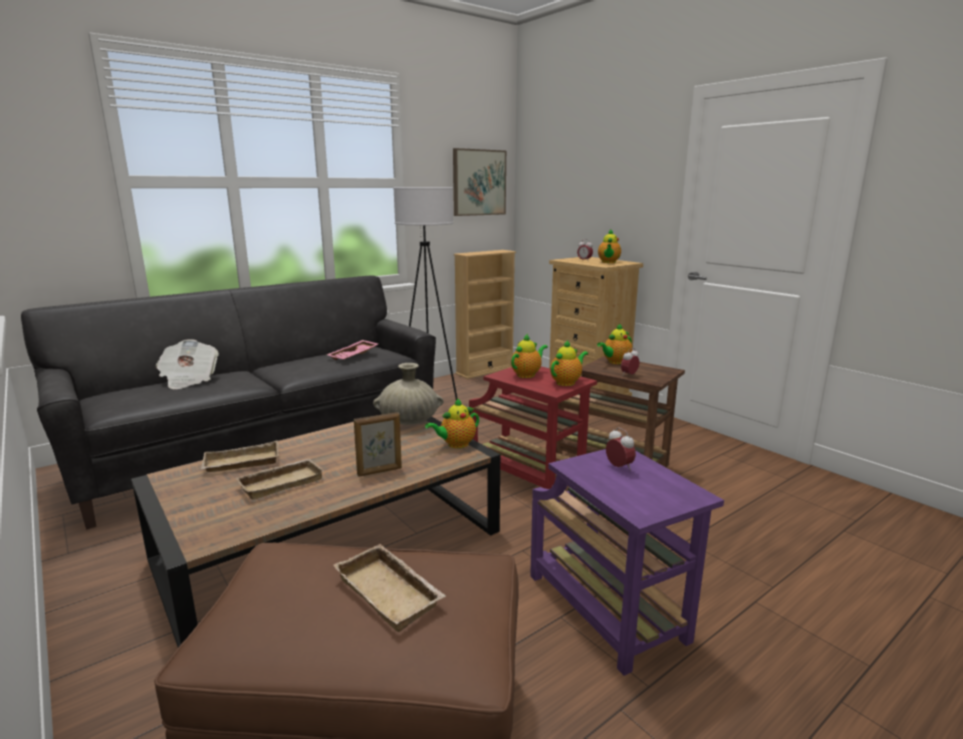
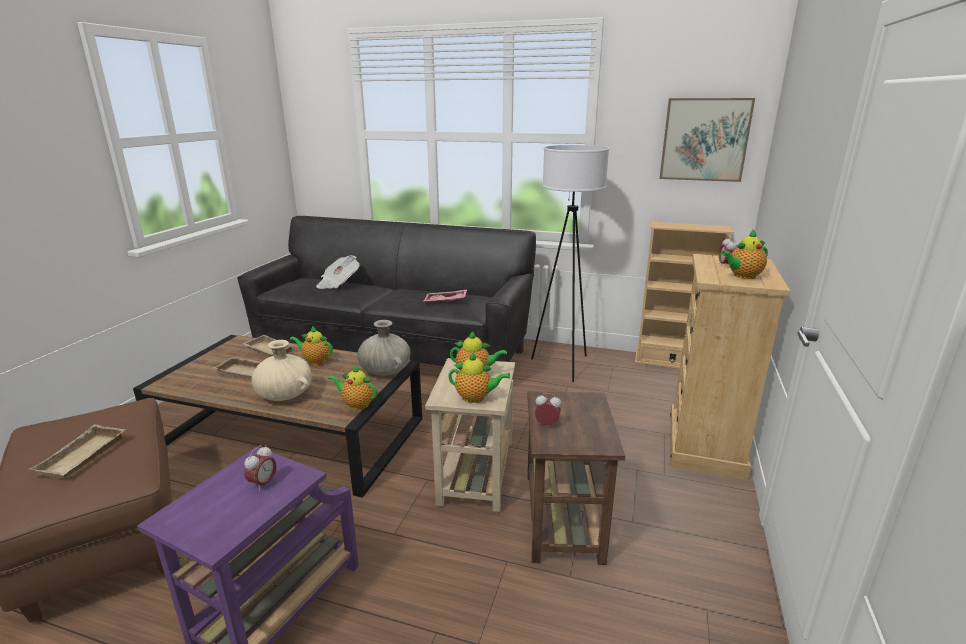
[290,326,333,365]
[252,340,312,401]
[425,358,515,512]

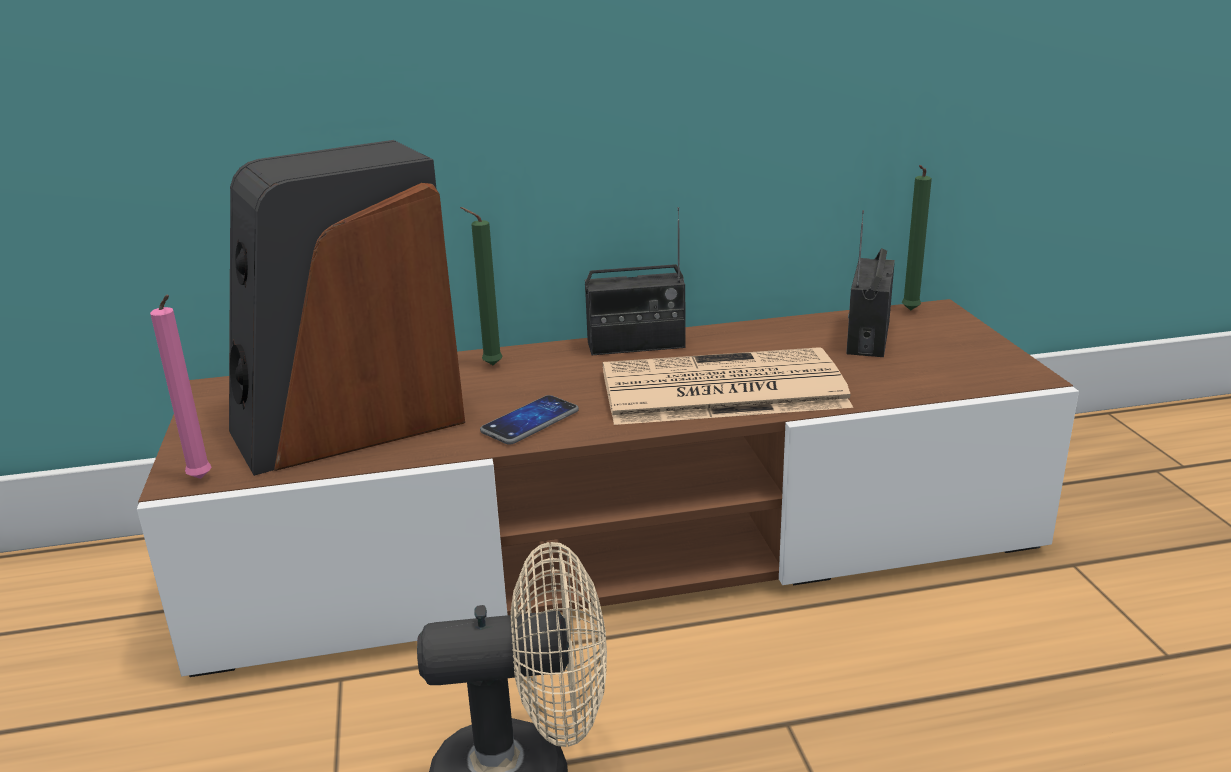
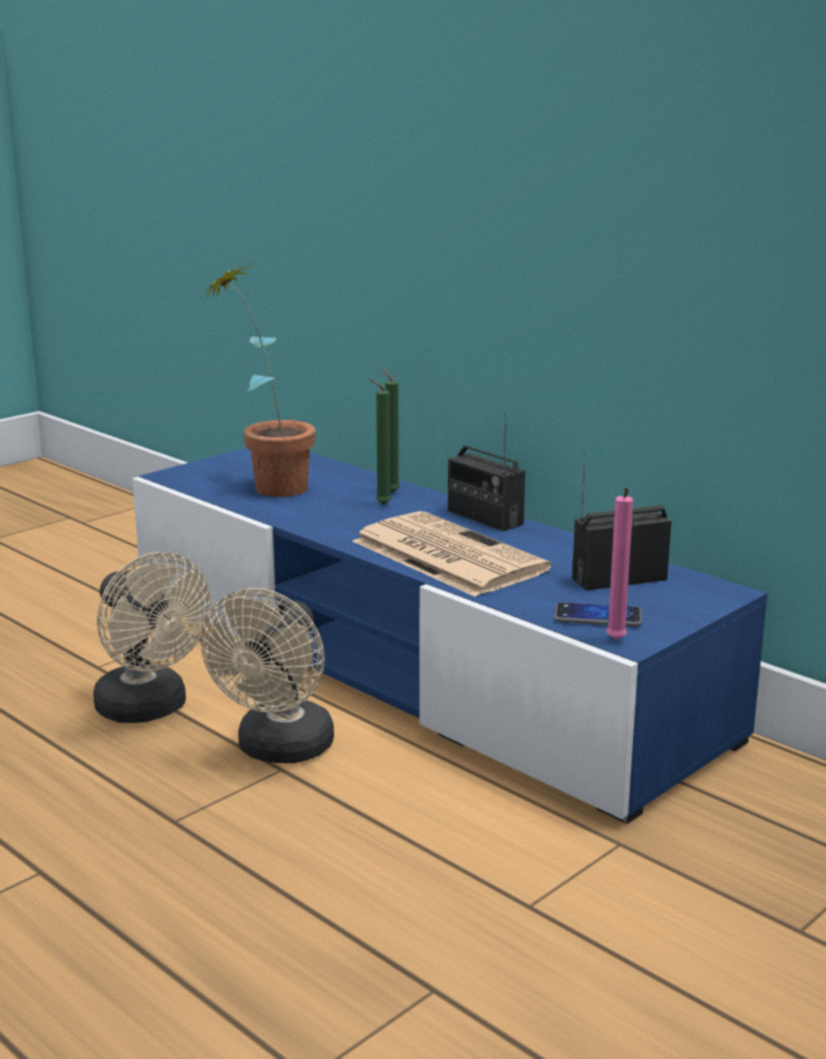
[201,588,334,763]
[606,487,633,640]
[554,602,642,626]
[369,379,392,505]
[198,263,316,497]
[132,448,767,824]

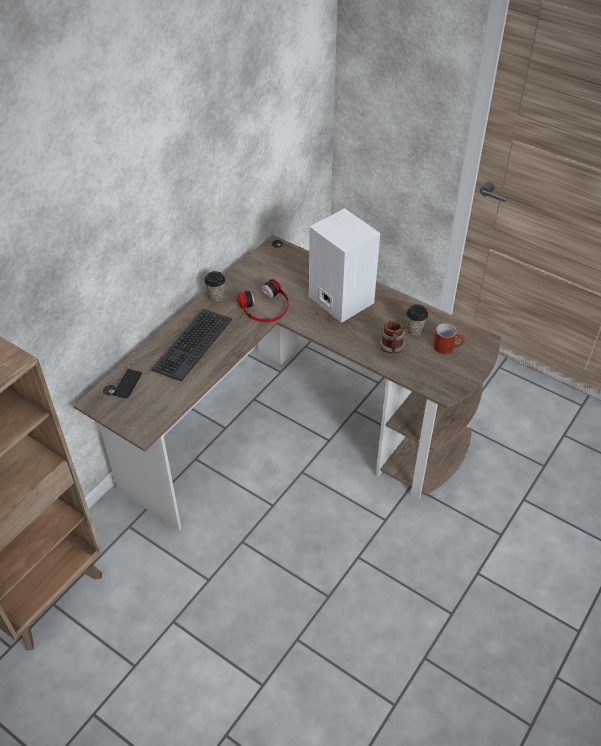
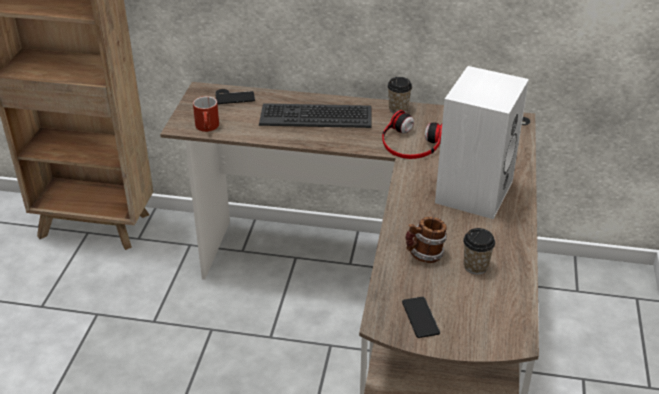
[402,297,440,338]
[193,96,219,132]

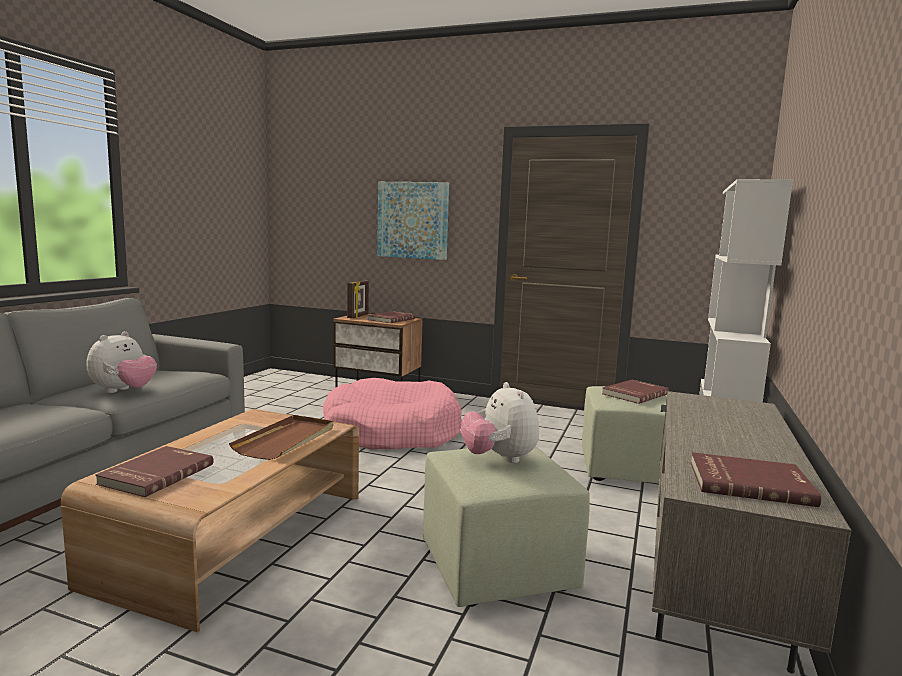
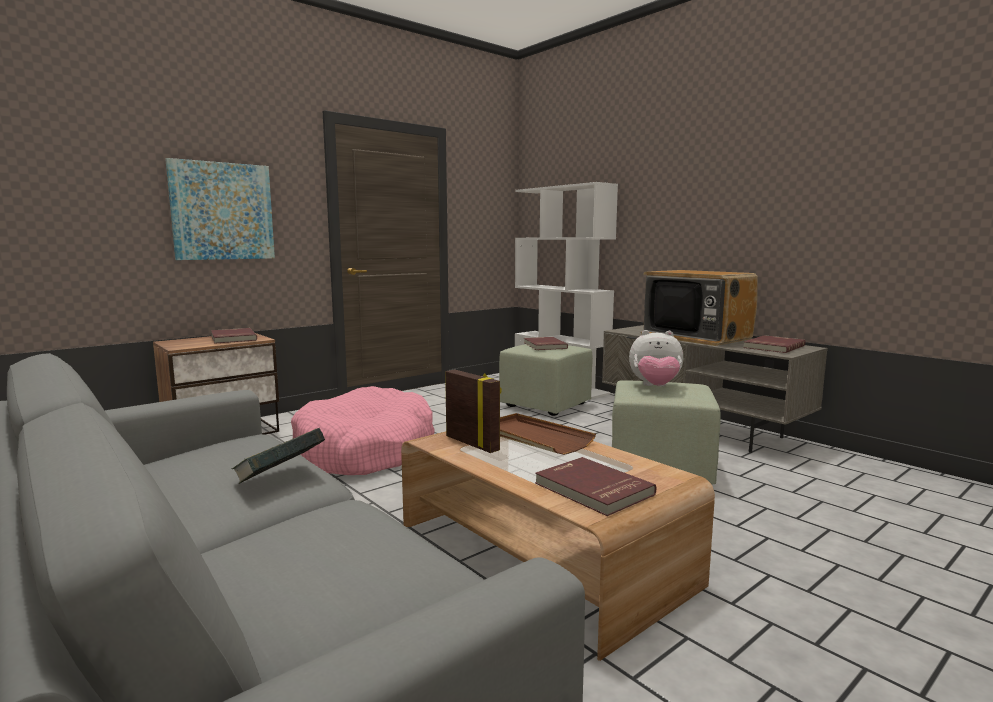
[641,270,758,346]
[445,370,502,453]
[232,428,325,484]

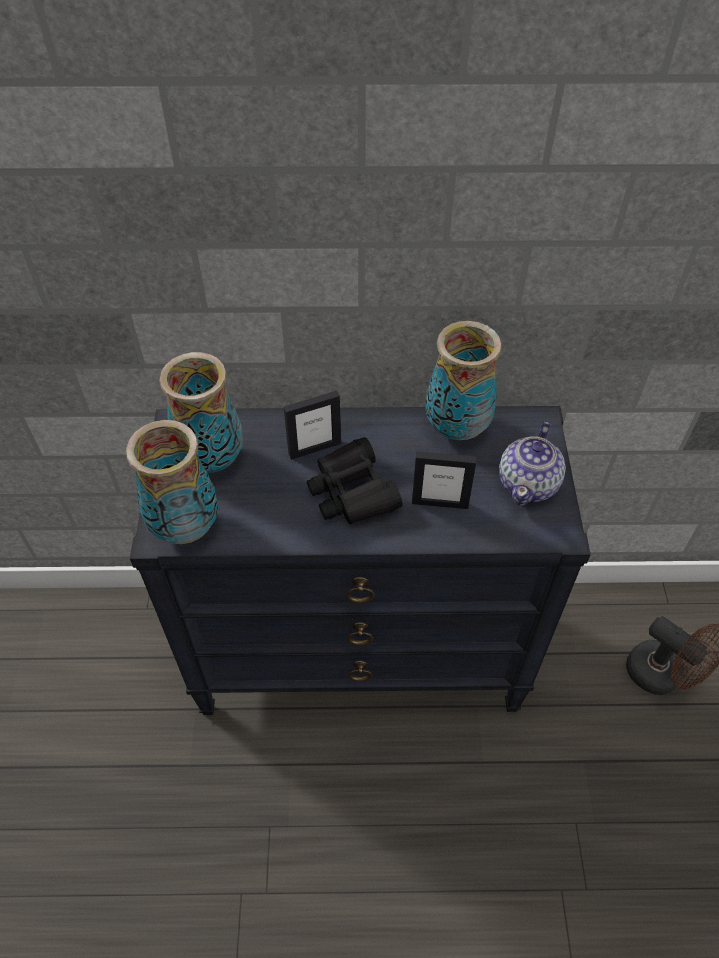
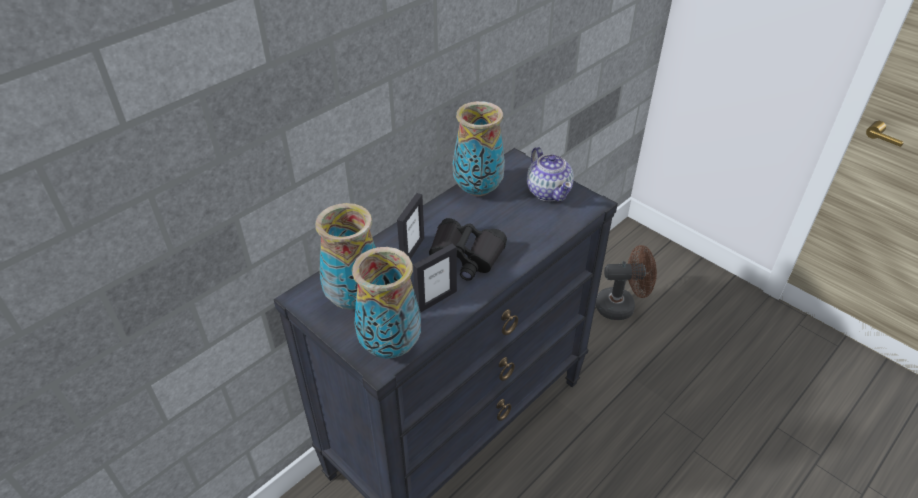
[413,244,457,313]

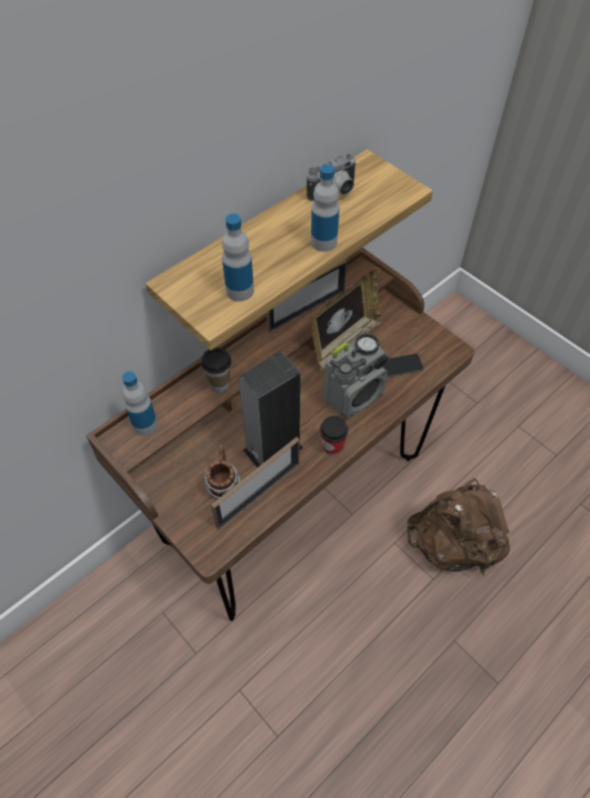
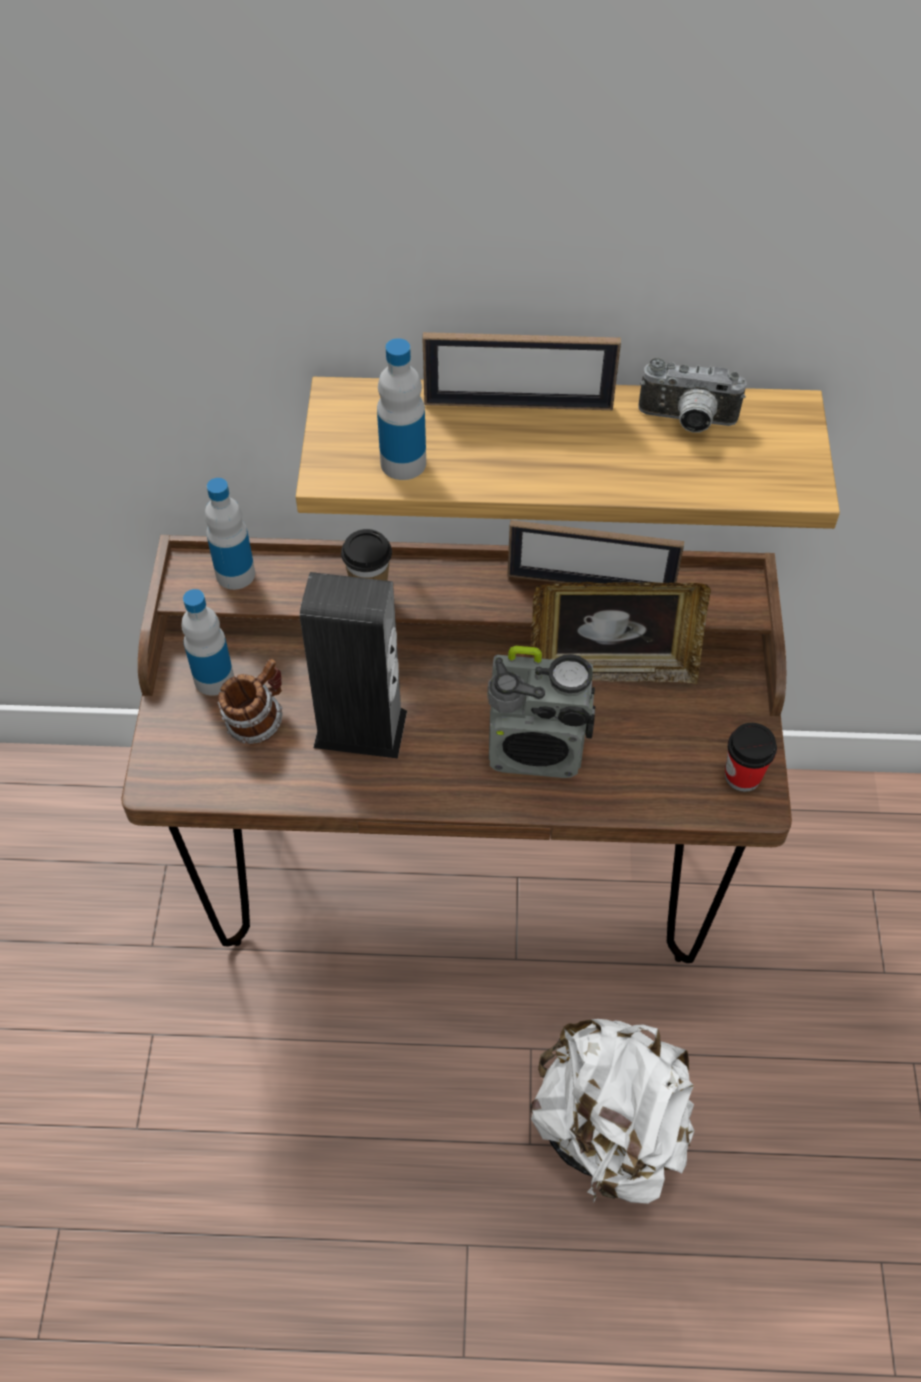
[384,354,424,377] (first image)
[422,332,621,410]
[181,589,234,696]
[725,723,777,792]
[530,1019,694,1204]

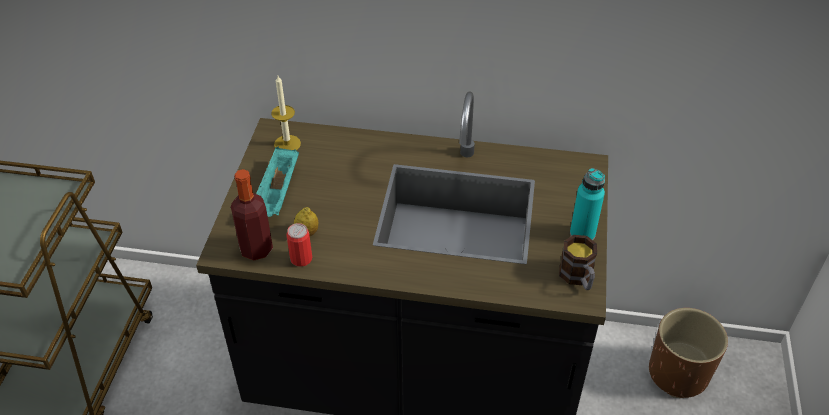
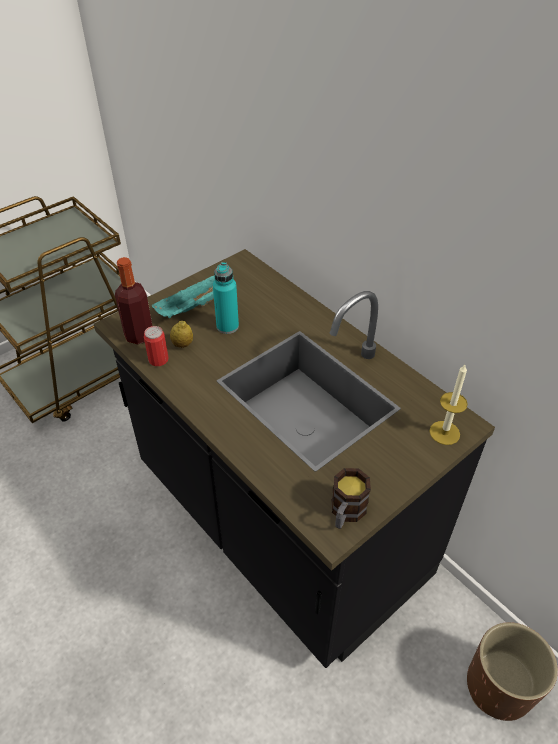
[429,365,468,445]
[213,262,239,334]

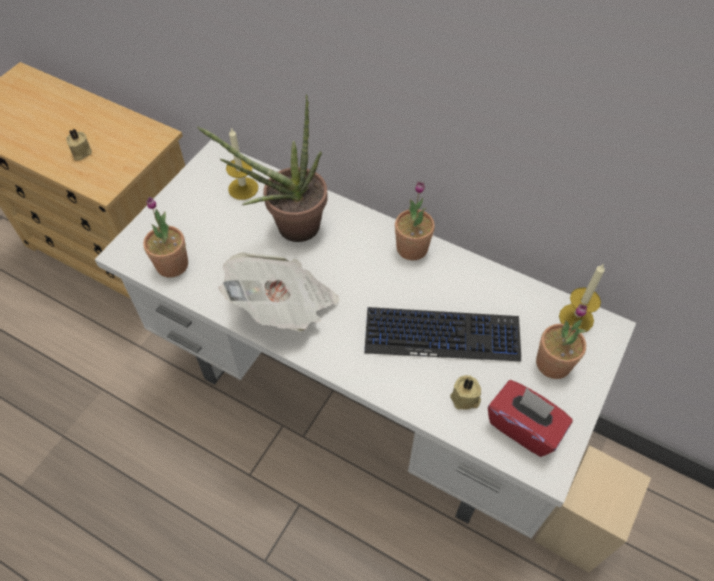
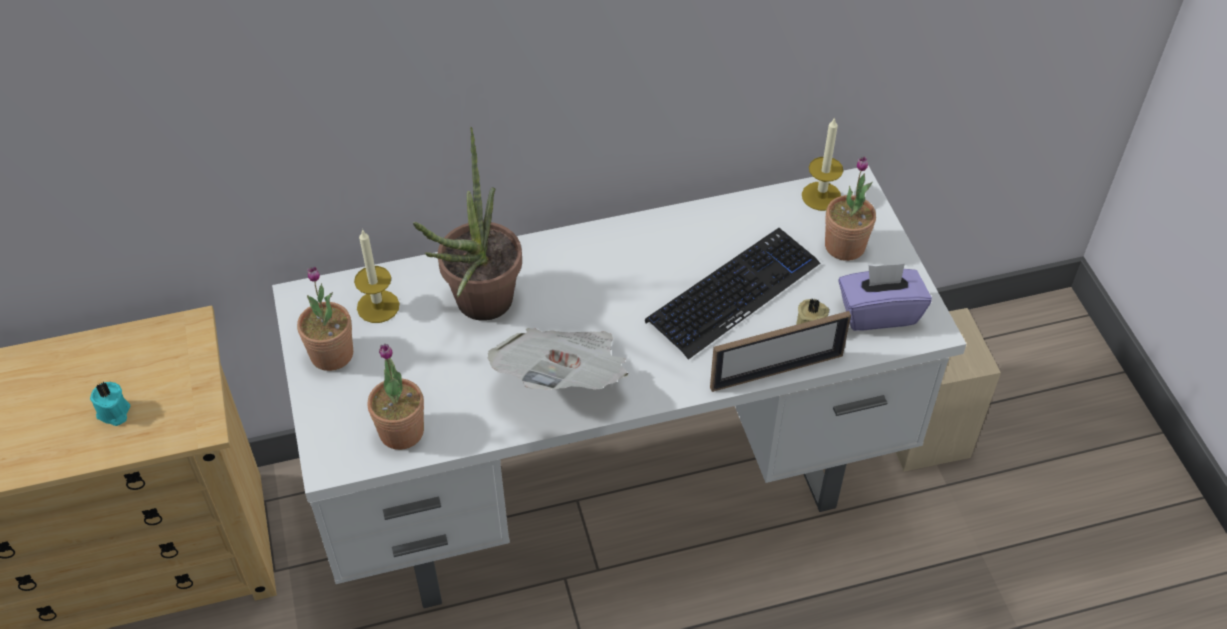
[710,311,851,392]
[297,266,353,371]
[90,381,130,426]
[838,264,932,331]

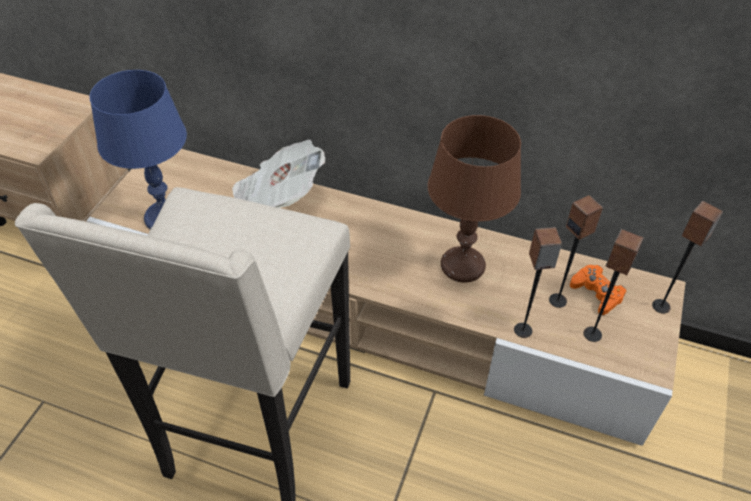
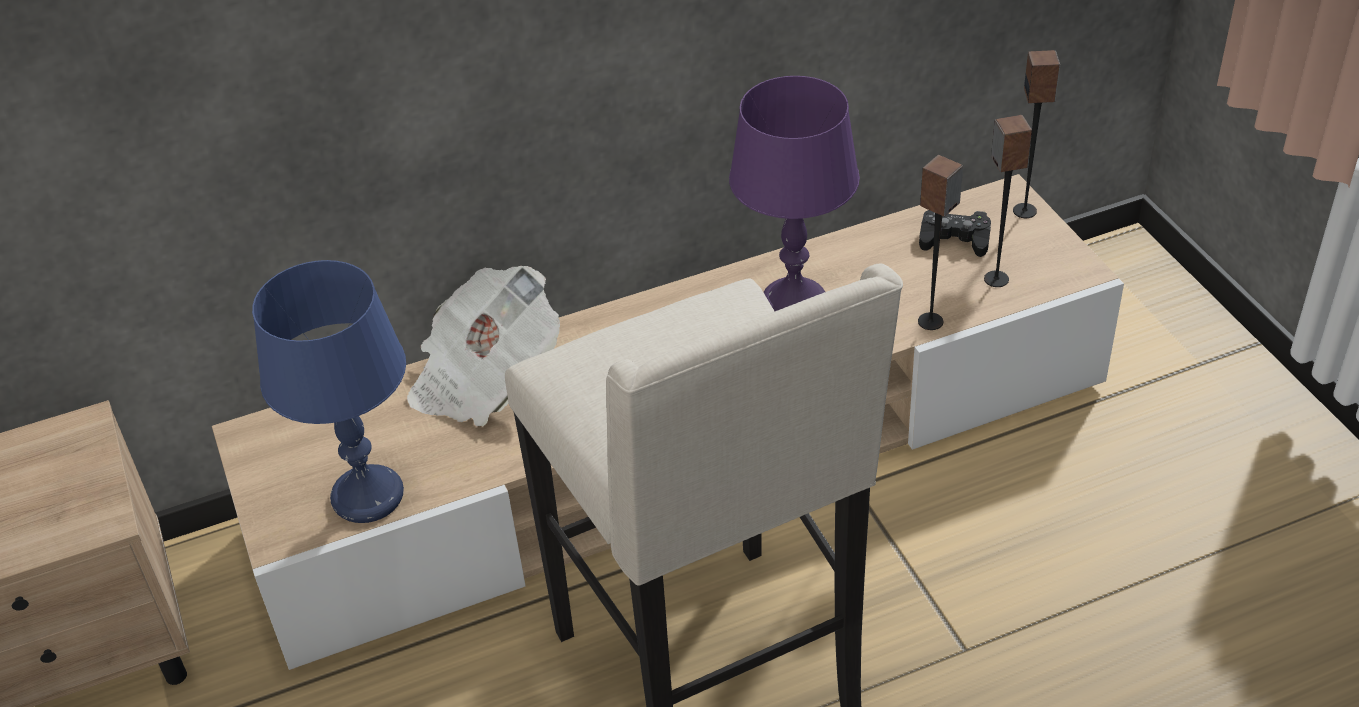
[549,195,603,308] (first image)
[729,76,860,311]
[919,210,991,257]

